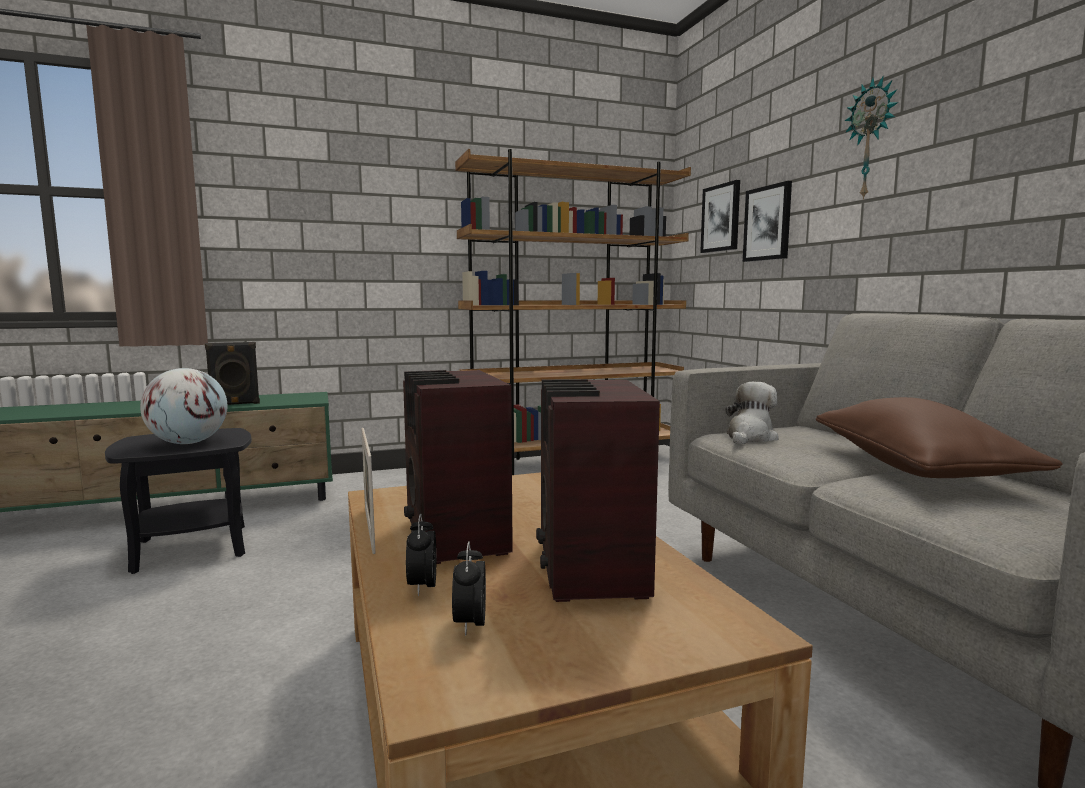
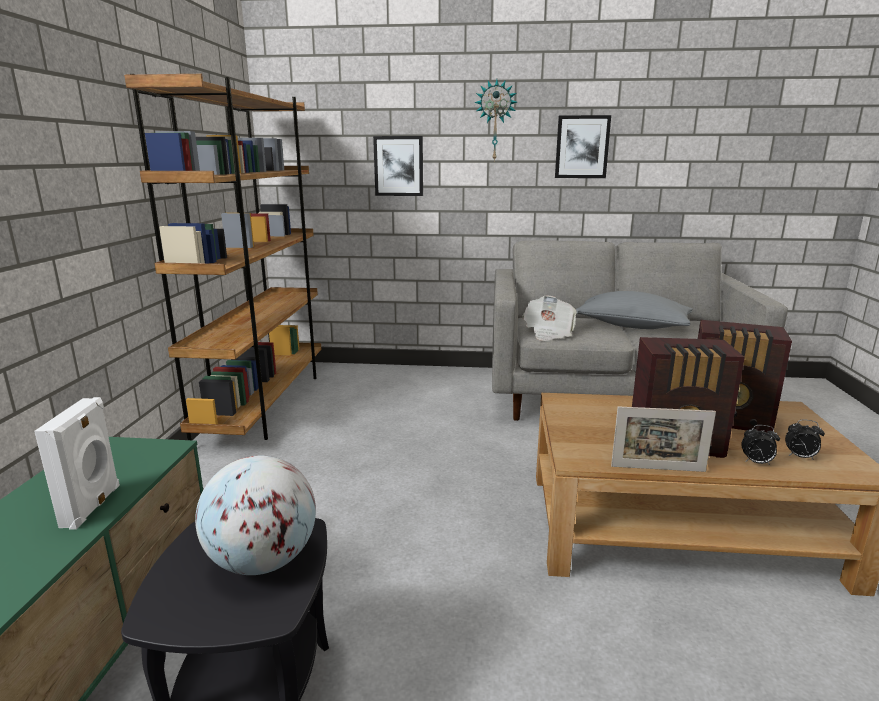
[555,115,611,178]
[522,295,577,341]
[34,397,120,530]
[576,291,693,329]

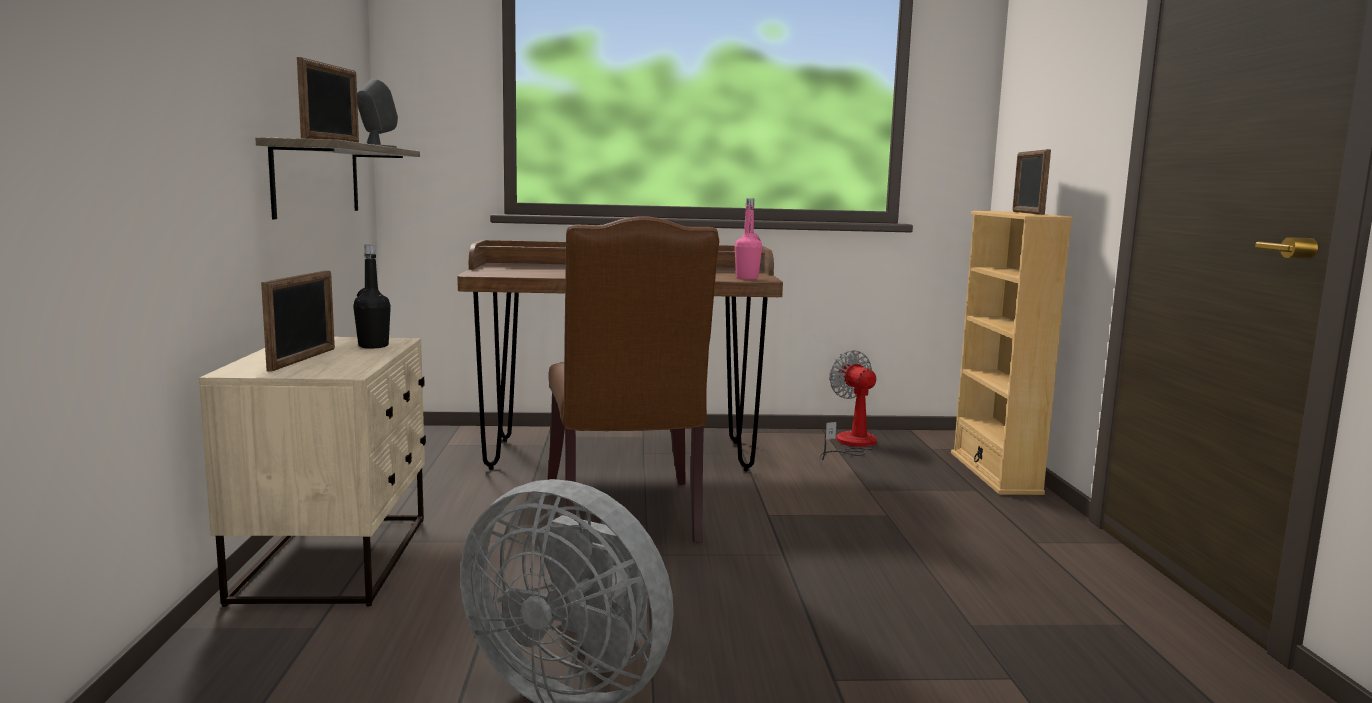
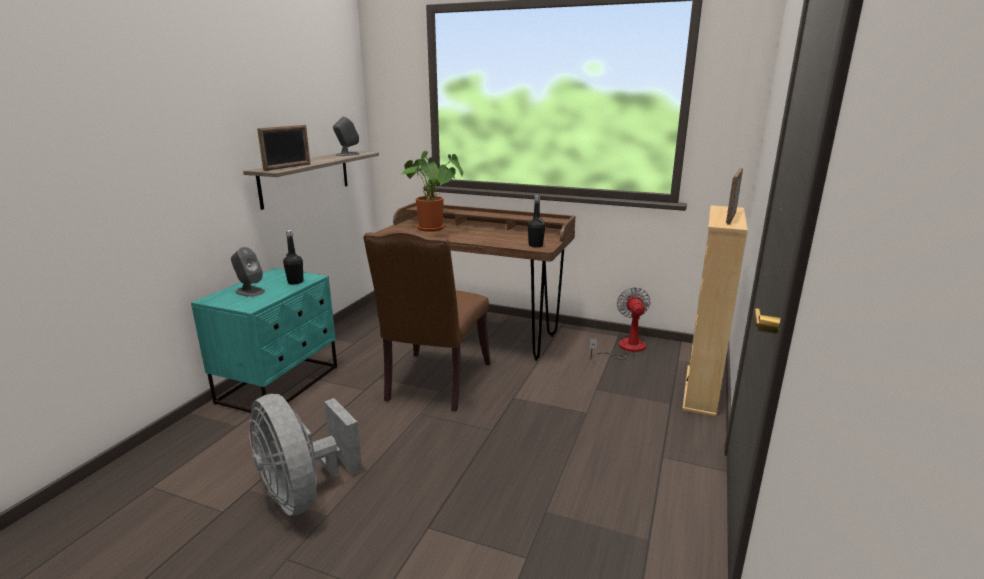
[400,151,463,232]
[231,247,265,297]
[191,268,337,413]
[528,195,545,248]

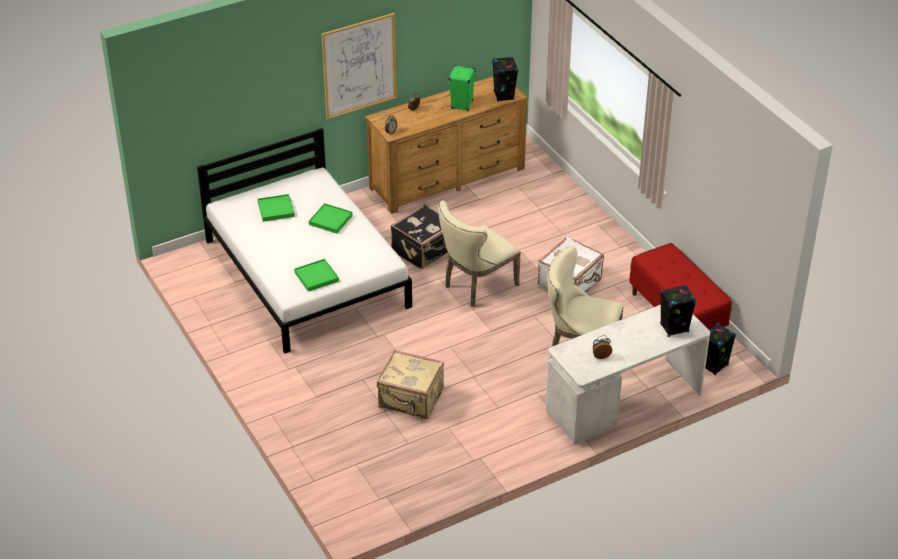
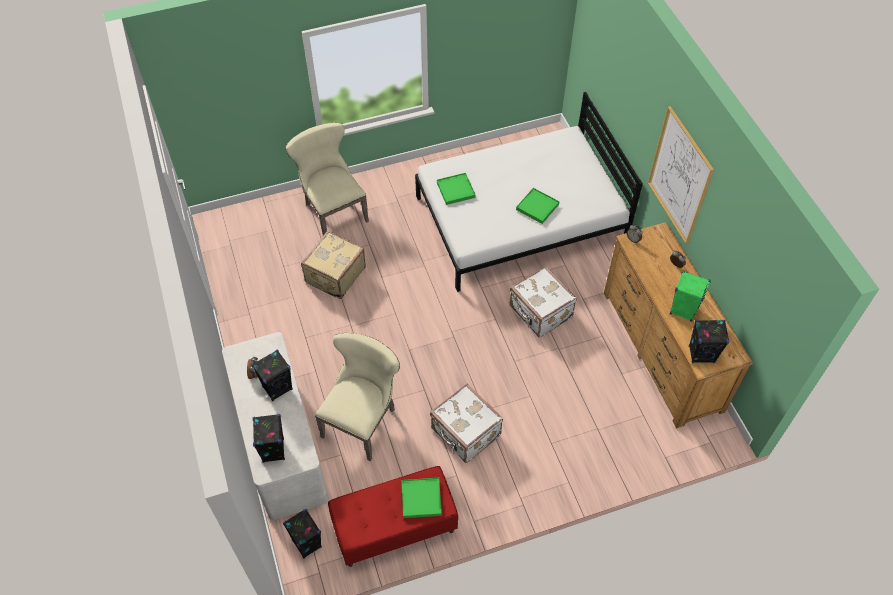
[251,350,293,401]
[401,478,442,518]
[286,123,369,235]
[509,266,577,337]

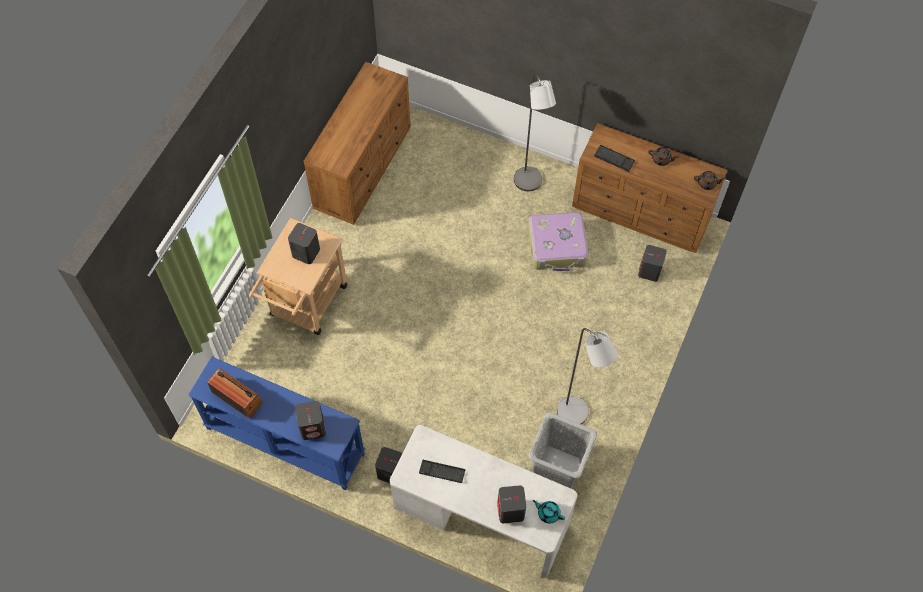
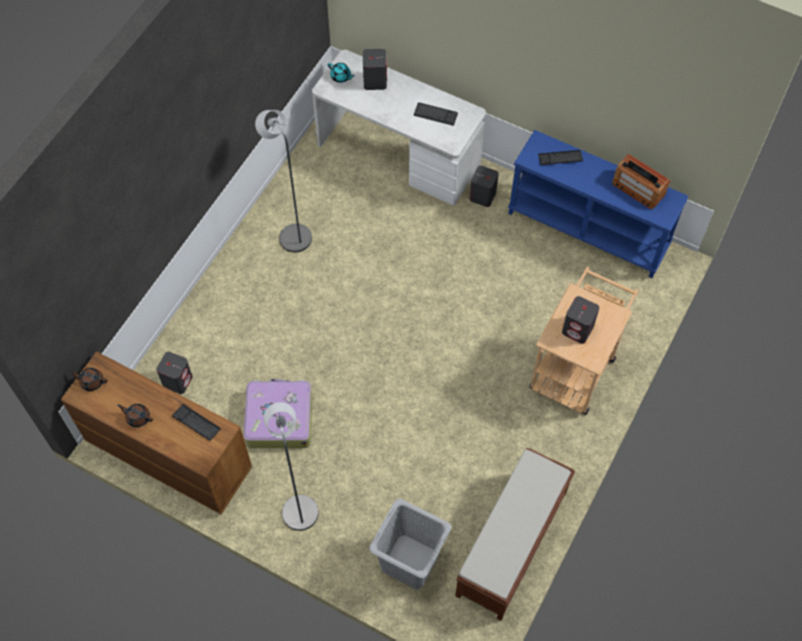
[369,499,451,590]
[538,150,583,165]
[455,448,575,621]

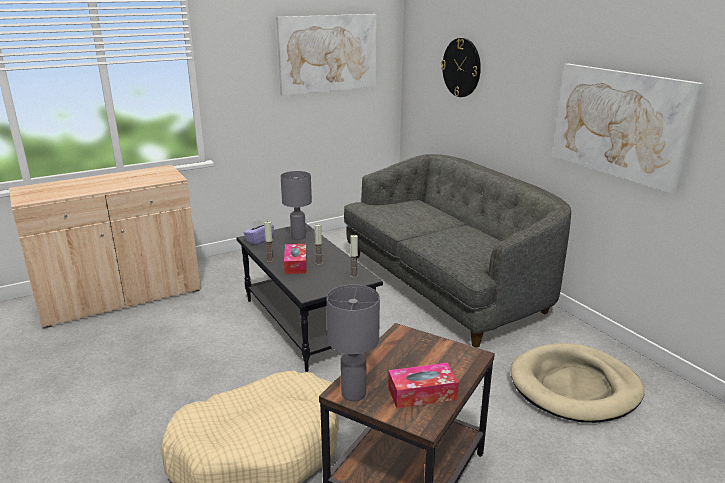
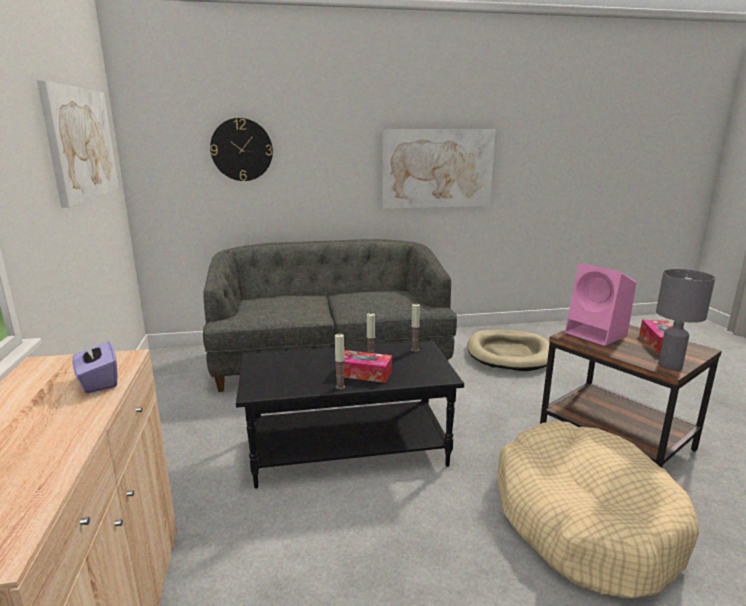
[281,171,312,240] (first image)
[565,263,636,346]
[72,338,117,393]

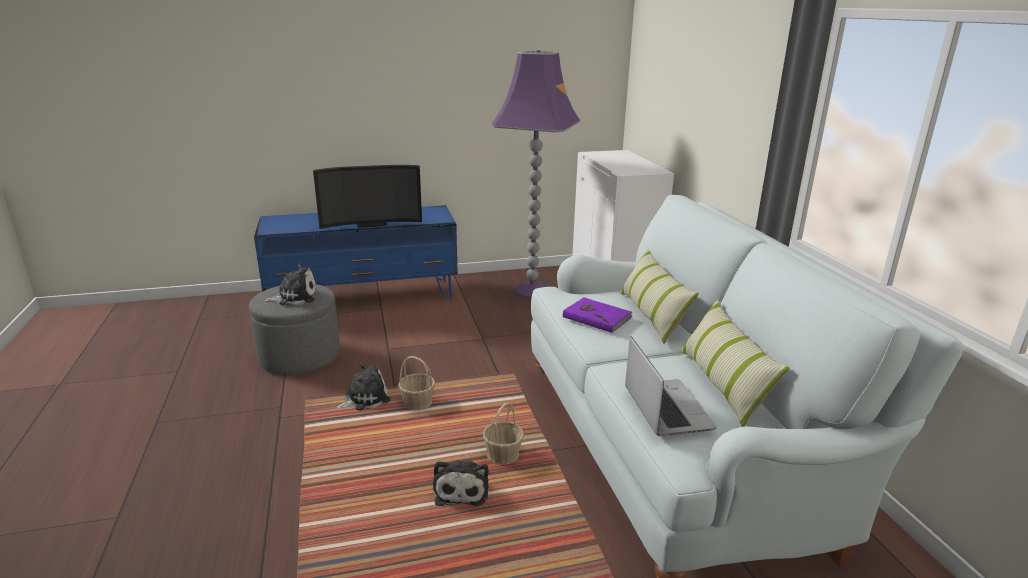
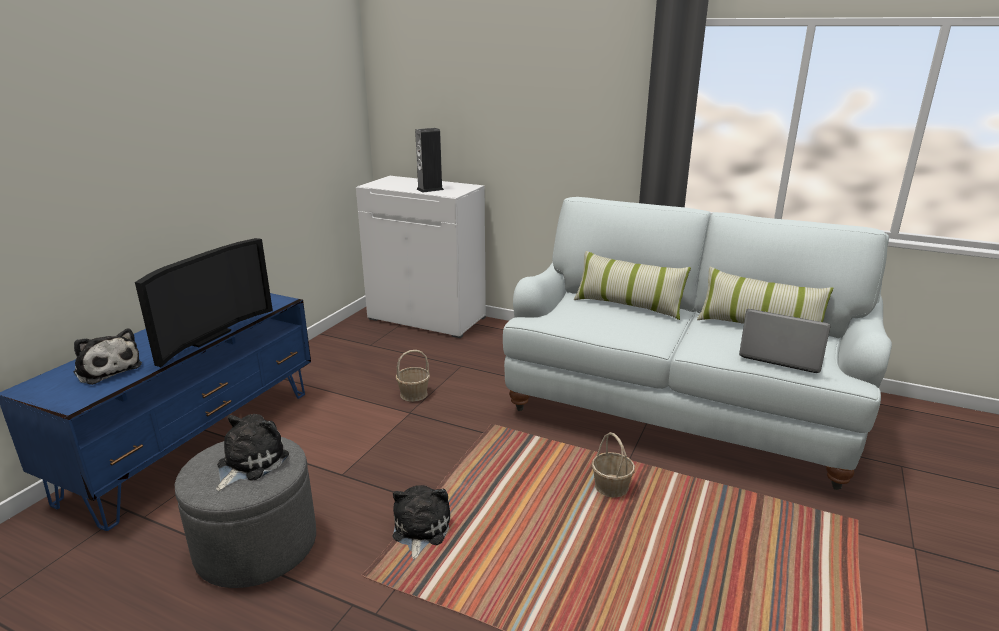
[491,50,580,298] (first image)
[563,298,633,333] (first image)
[415,128,444,192]
[396,350,430,402]
[74,328,142,385]

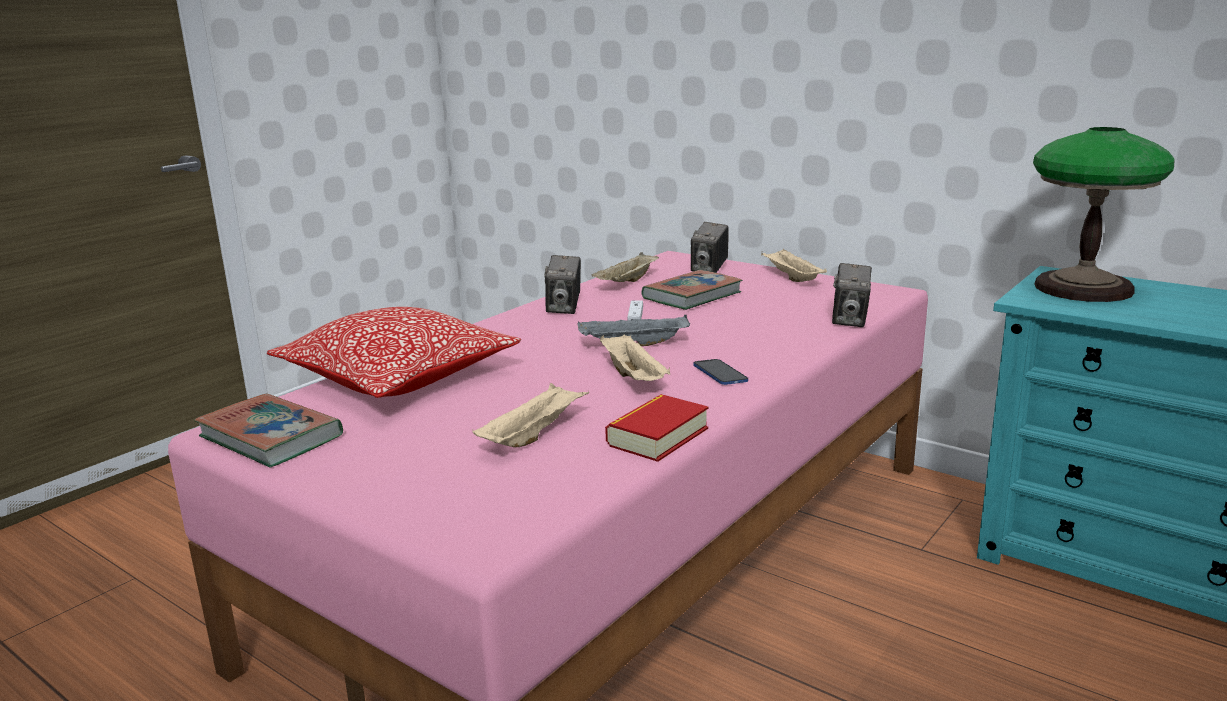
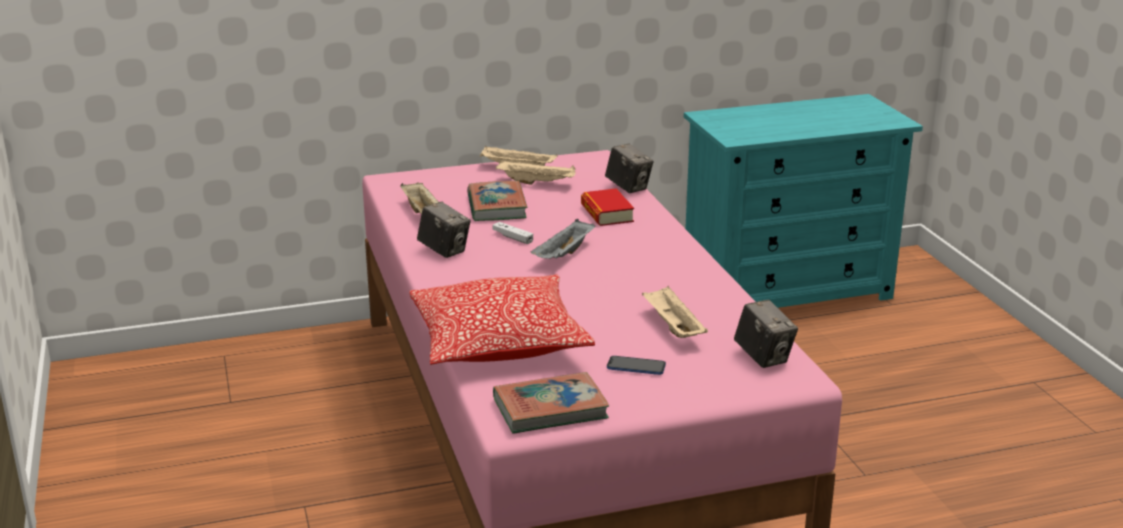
[1033,127,1175,302] (first image)
[496,160,576,185]
[581,189,634,226]
[734,300,798,368]
[607,356,666,375]

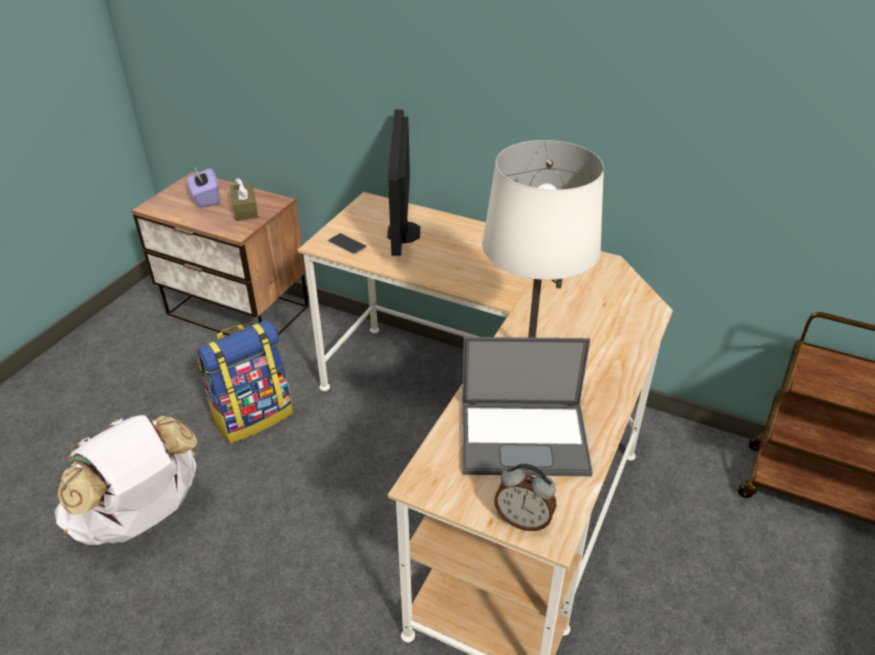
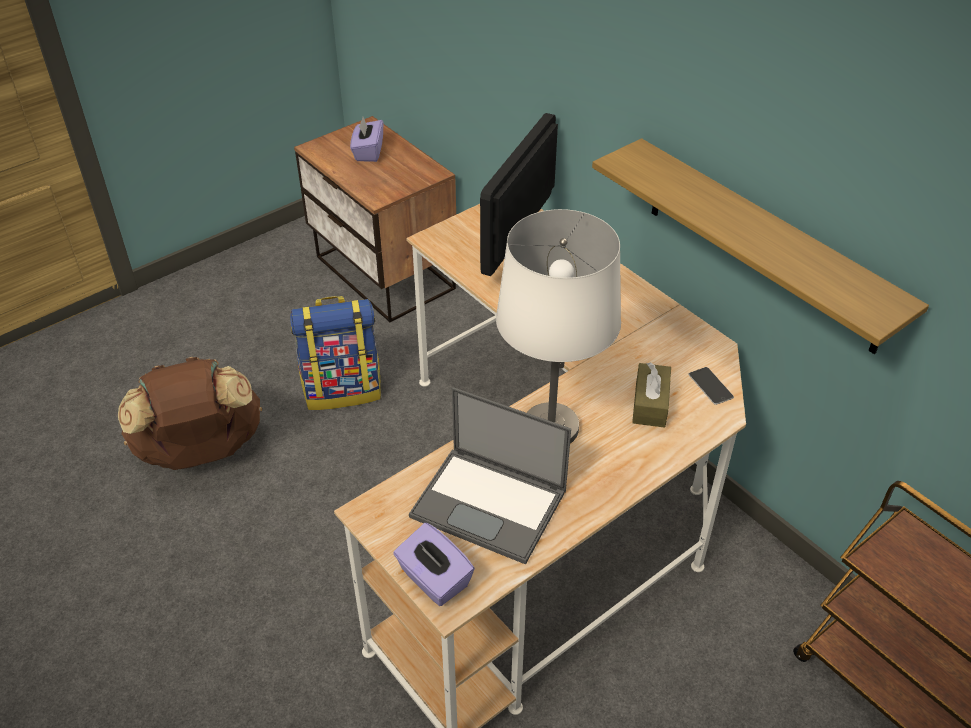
[592,138,929,354]
[632,362,671,428]
[689,367,734,405]
[393,523,475,606]
[118,357,262,470]

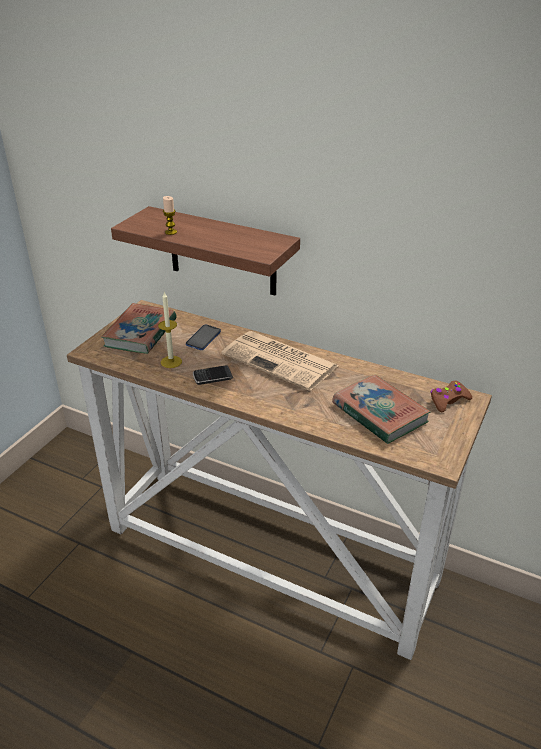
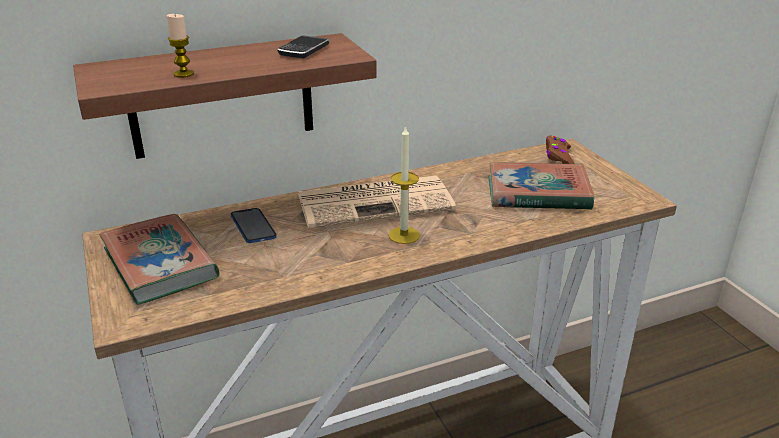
[388,125,420,244]
[277,35,330,59]

